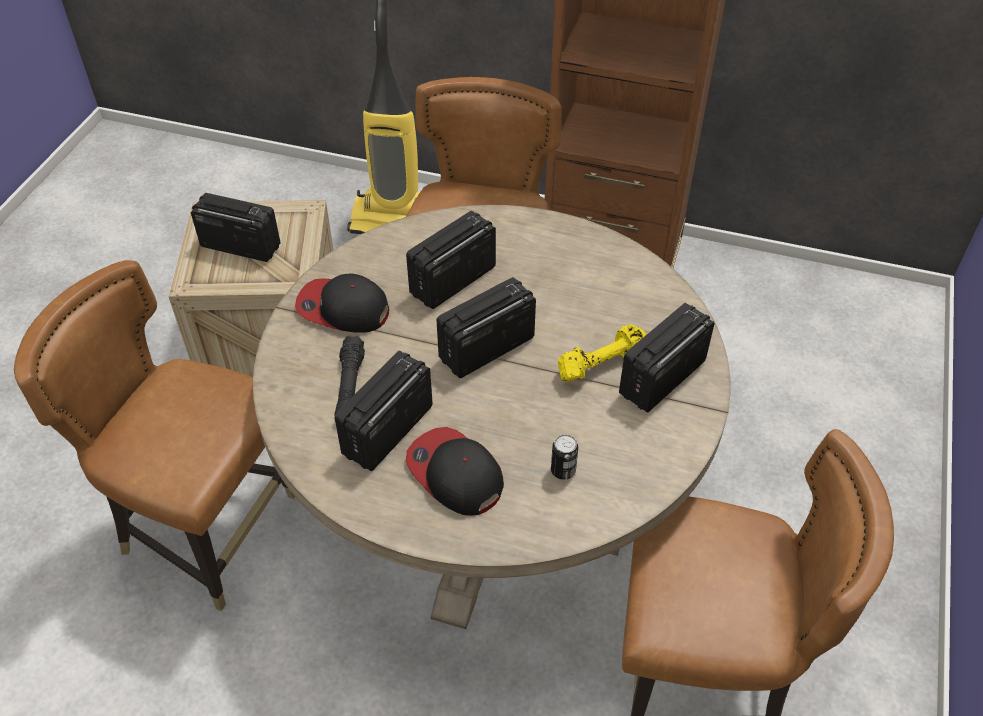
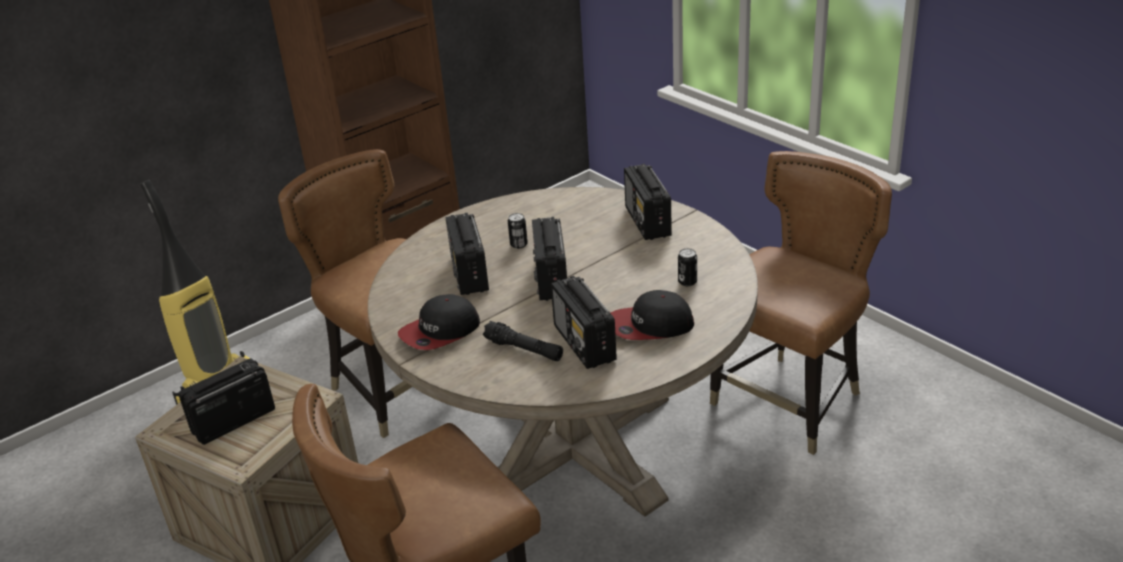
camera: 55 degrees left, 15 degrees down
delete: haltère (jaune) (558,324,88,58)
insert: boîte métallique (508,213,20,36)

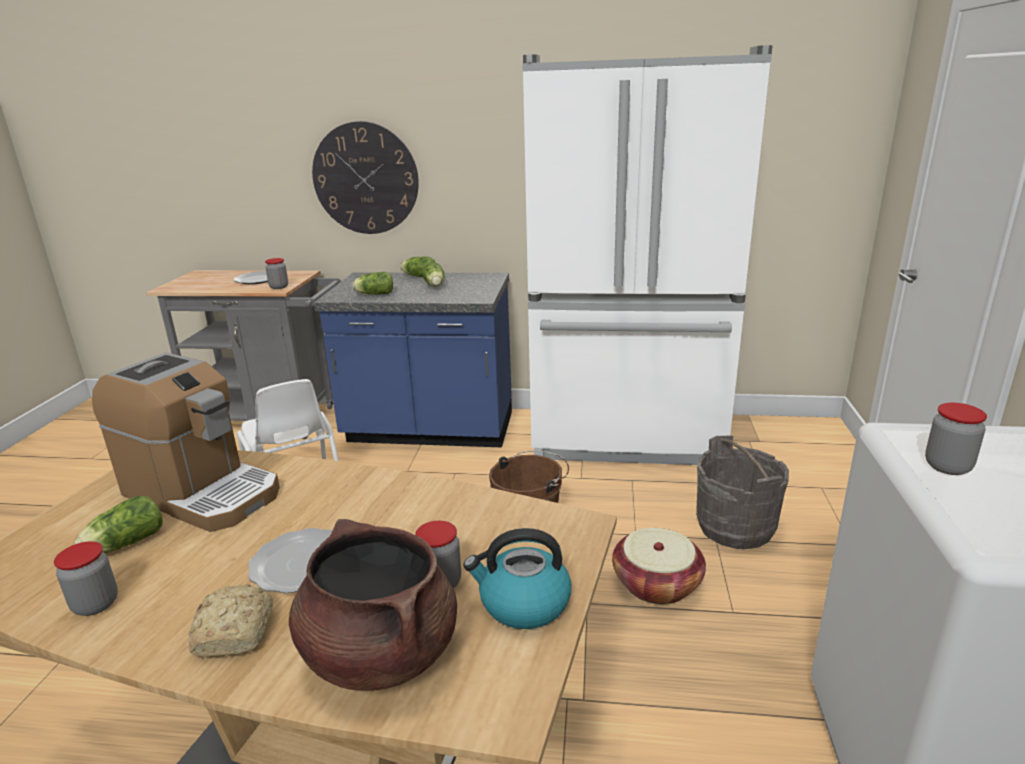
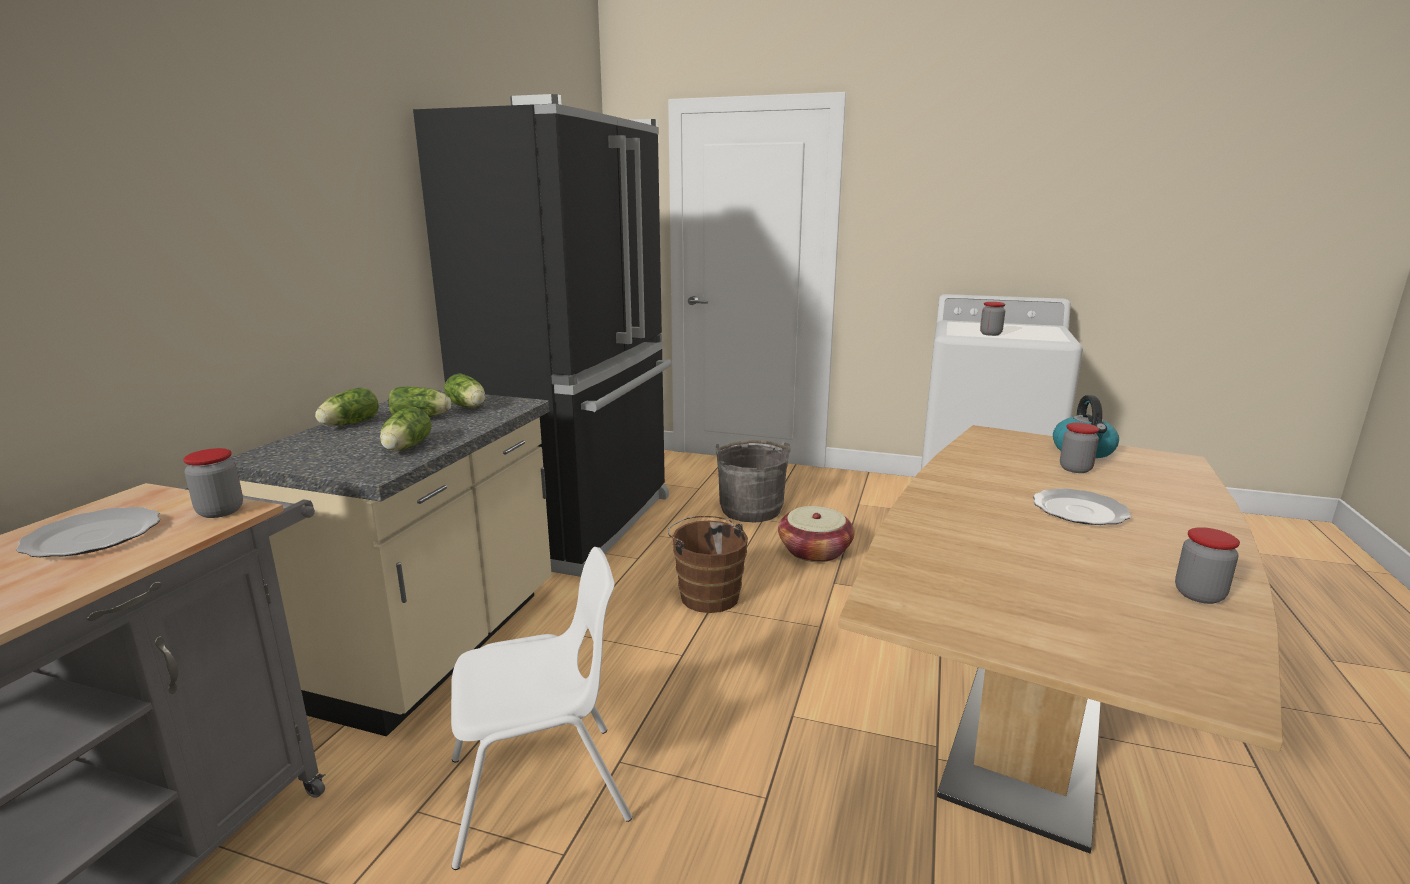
camera: 80 degrees left, 5 degrees down
delete: machine à café (92,352,188,180); pain (188,584,85,73); marmite (marron) (289,519,168,172); horloge murale (312,121,107,113)
move: laitue (75,496,88,57) to (444,373,41,34)
recolor: comptoir de cuisine (bleu) (314,273,198,174) to comptoir de cuisine (beige) (230,390,322,347); réfrigérateur (blanc) (522,45,251,420) to réfrigérateur (noir) (413,94,259,483)

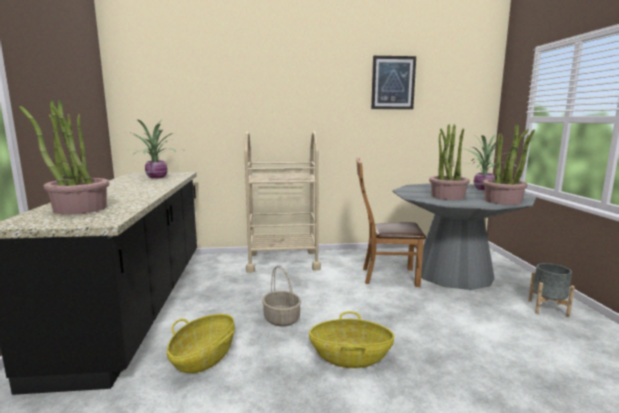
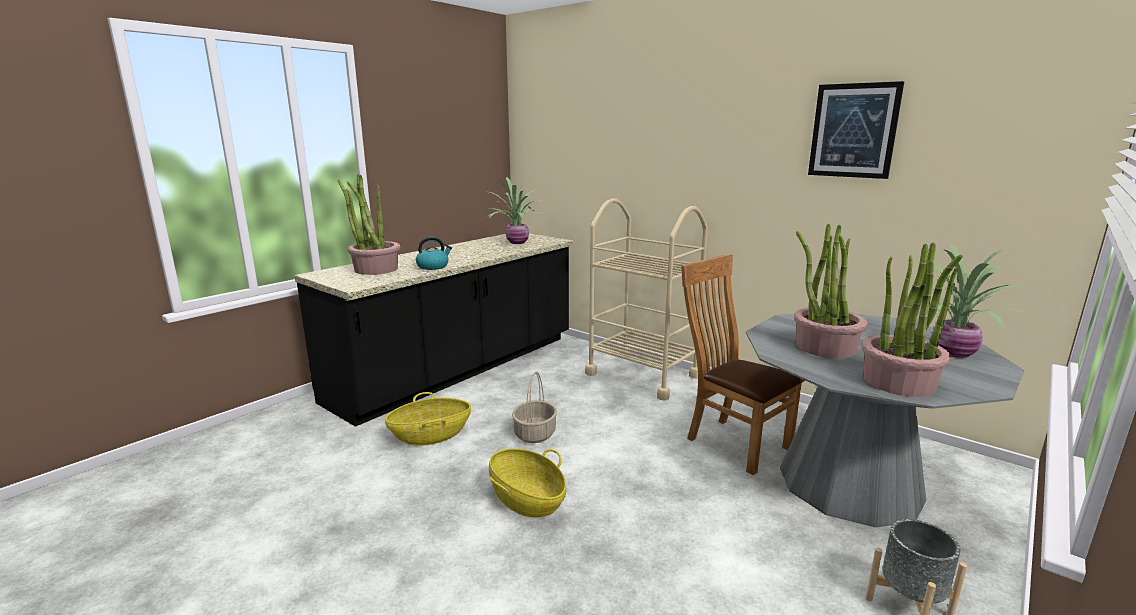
camera: 45 degrees right, 5 degrees up
insert: bouilloire (416,237,36,33)

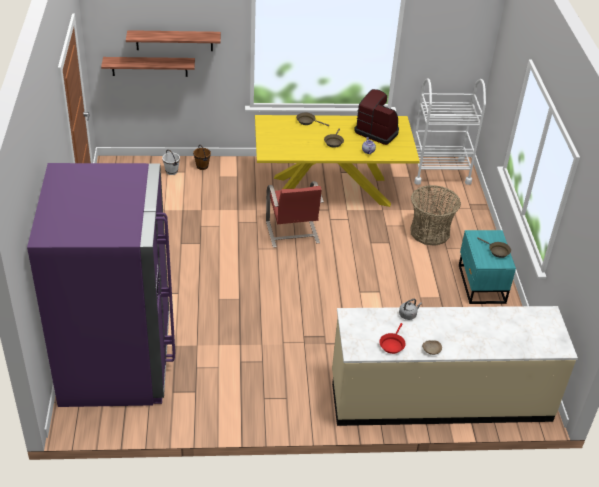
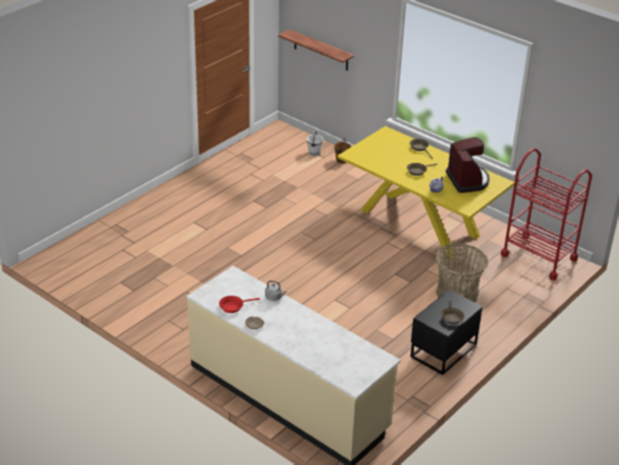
camera: 45 degrees right, 5 degrees down
delete: réfrigérateur (violet) (27,163,148,244); étagère (126,30,95,21); chaise (rouge) (266,181,58,67)
recolor: table de chevet (turquoise) (459,230,57,74) to table de chevet (noir) (410,289,72,86); chariot (blanc) (414,78,72,107) to chariot (rouge) (501,148,91,132)

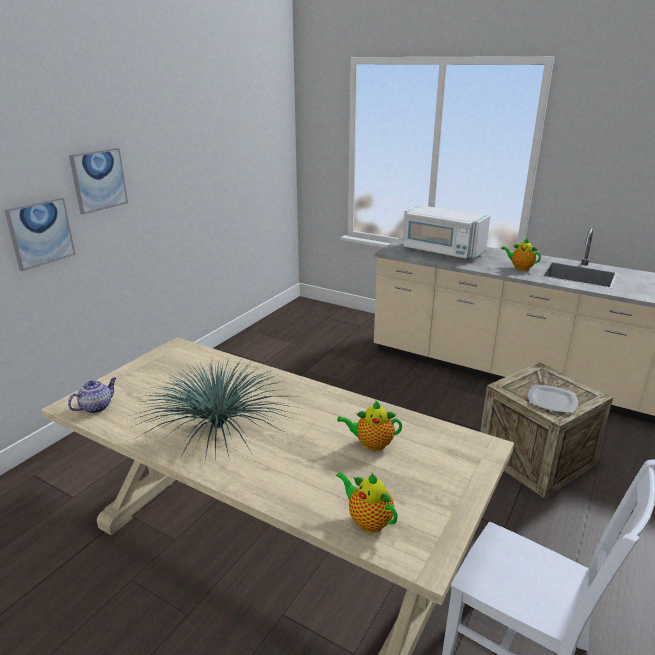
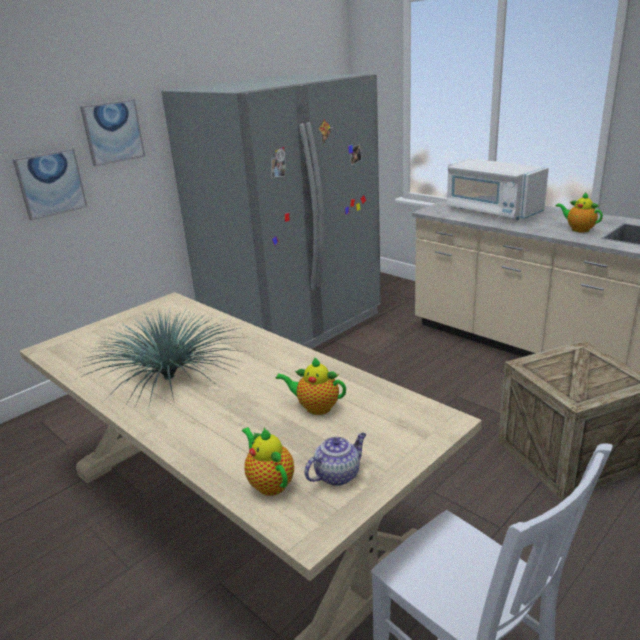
camera: 15 degrees right, 0 degrees up
delete: assiette (528,385,50,28)
insert: réfrigérateur (gris) (161,75,220,274)
move: théière (68,378,49,35) to (304,433,62,53)

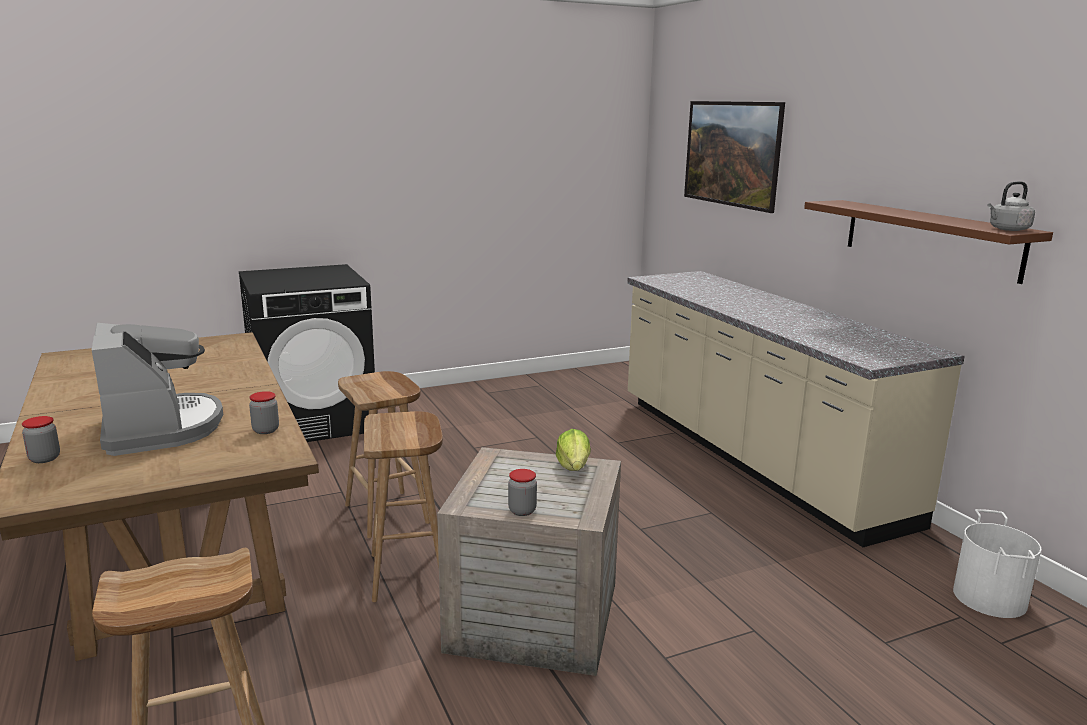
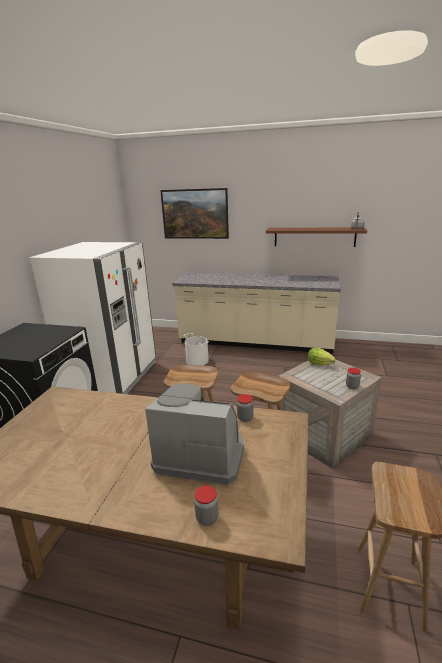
camera: 50 degrees left, 5 degrees up
insert: réfrigérateur (blanc) (30,242,126,152)
move: seau (blanc) (953,509,88,109) to (183,333,26,32)

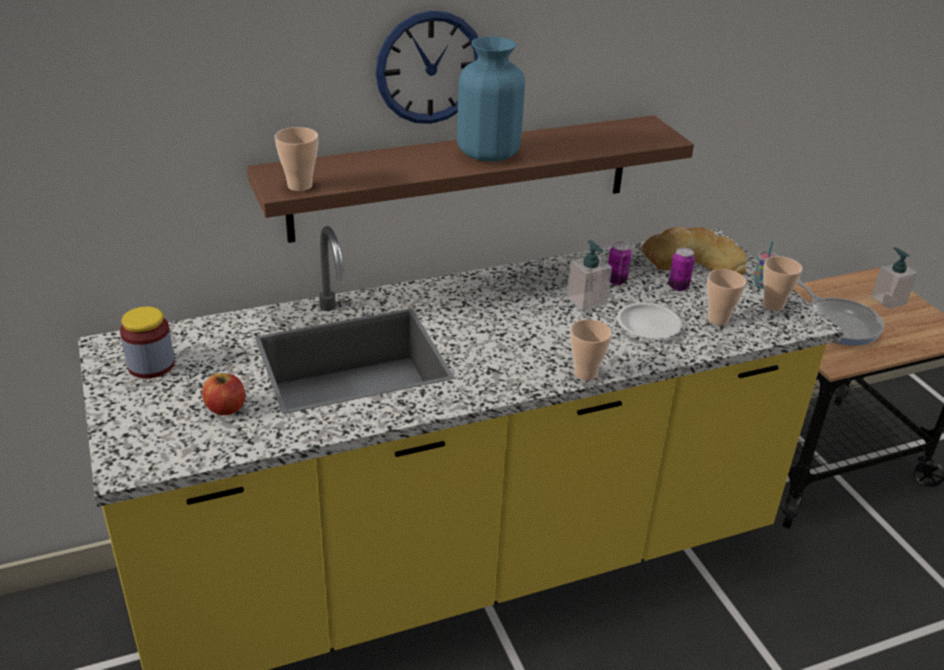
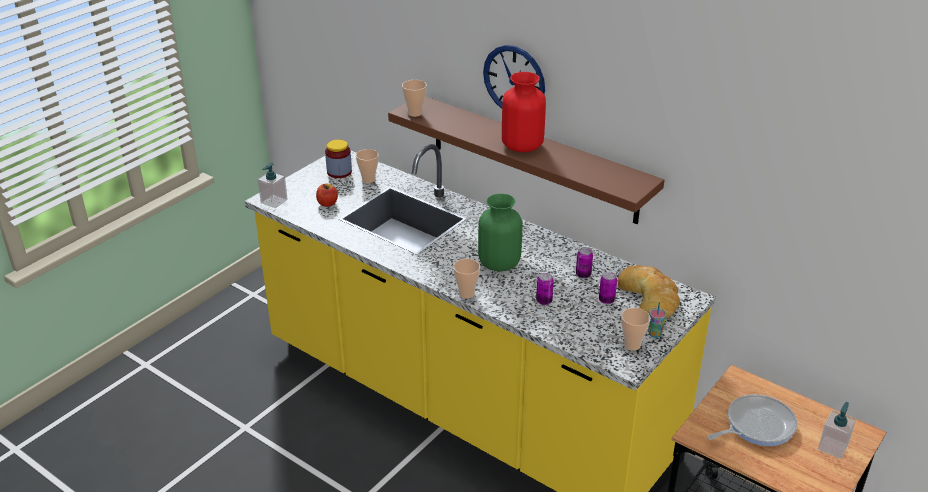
camera: 60 degrees right, 0 degrees up
insert: vase (vert) (478,193,44,79)
move: distributeur de savon (566,240,46,72) to (258,163,30,45); tasse (707,269,39,56) to (356,149,23,34)
replace: assiette (blanc) (617,303,65,36) to boîte métallique (536,273,18,32)
recolor: vase (bleu) (457,36,68,126) to vase (rouge) (502,72,44,80)
rotate: poêle (797,280,87,66) = (707,394,90,52) 150 degrees counterclockwise

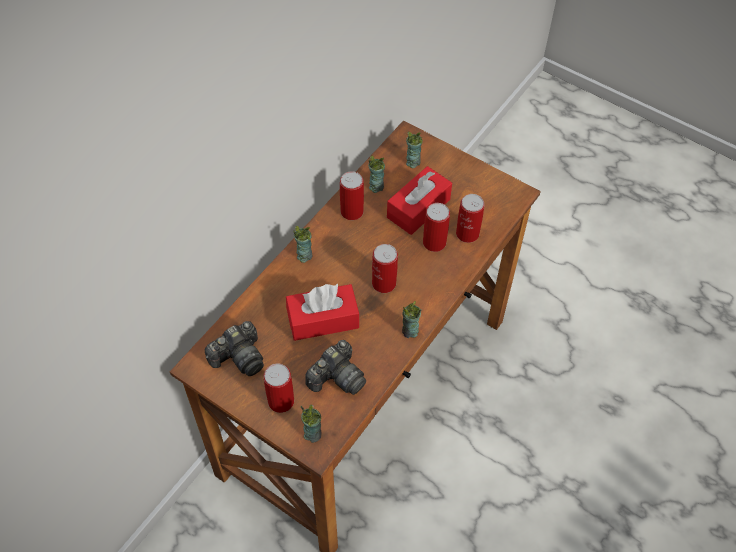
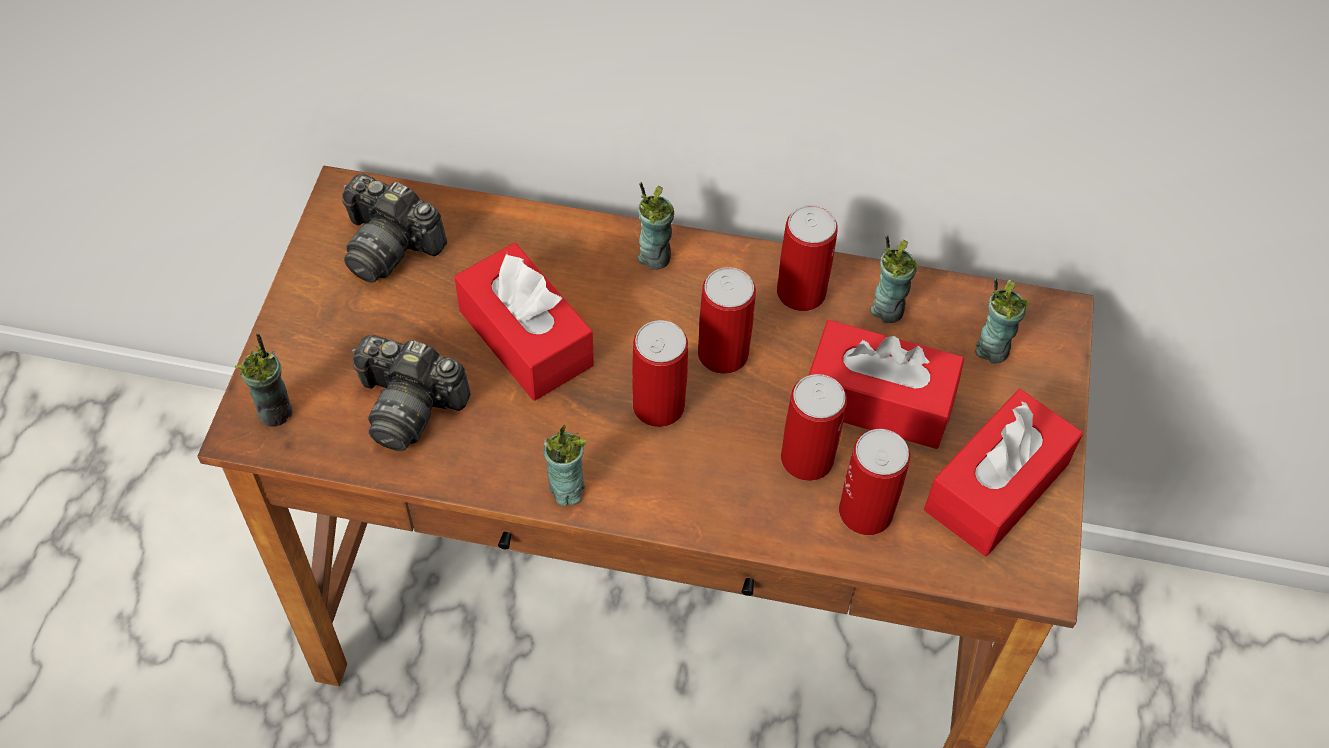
camera: 65 degrees right, 0 degrees up
insert: boîte à mouchoirs (rouge) (924,389,159,167)
move: boîte métallique (264,363,30,50) to (698,267,58,107)

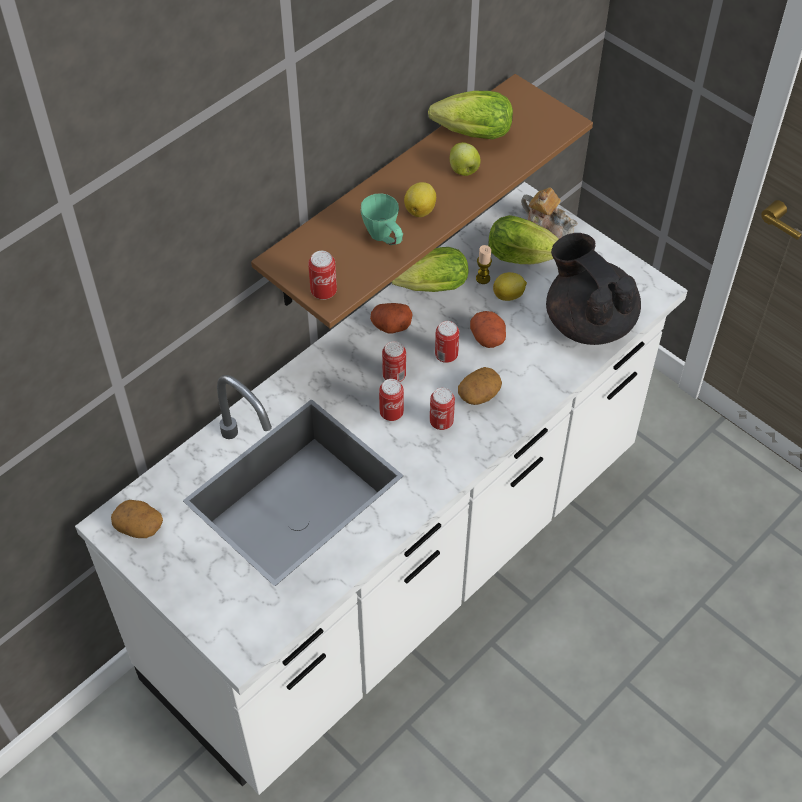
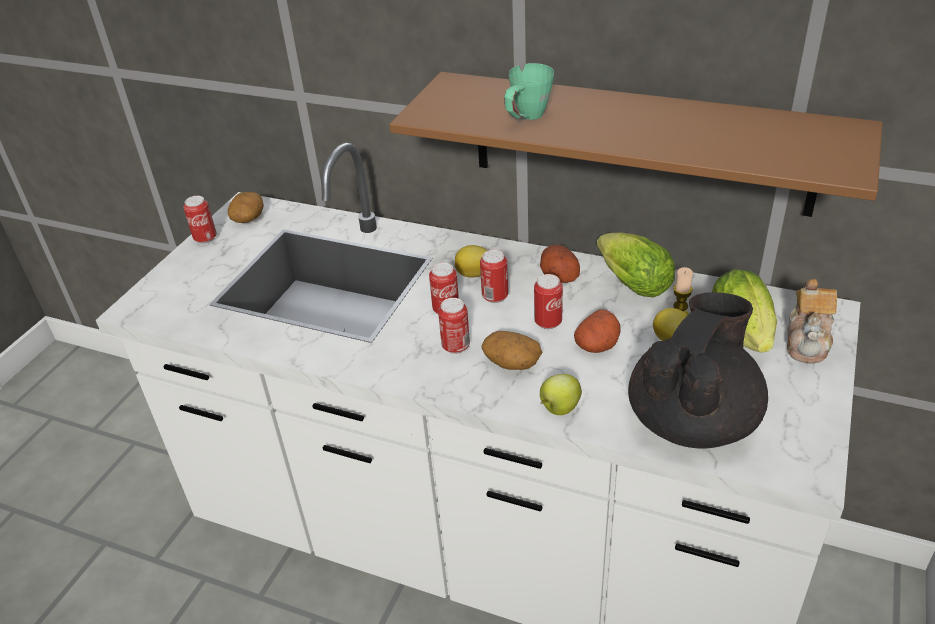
camera: 70 degrees right, 15 degrees down
delete: laitue (428,91,85,48)
move: boîte métallique (308,251,29,49) to (184,196,33,48); citron (404,182,32,35) to (455,245,33,33); pomme (450,142,31,34) to (540,374,42,41)

